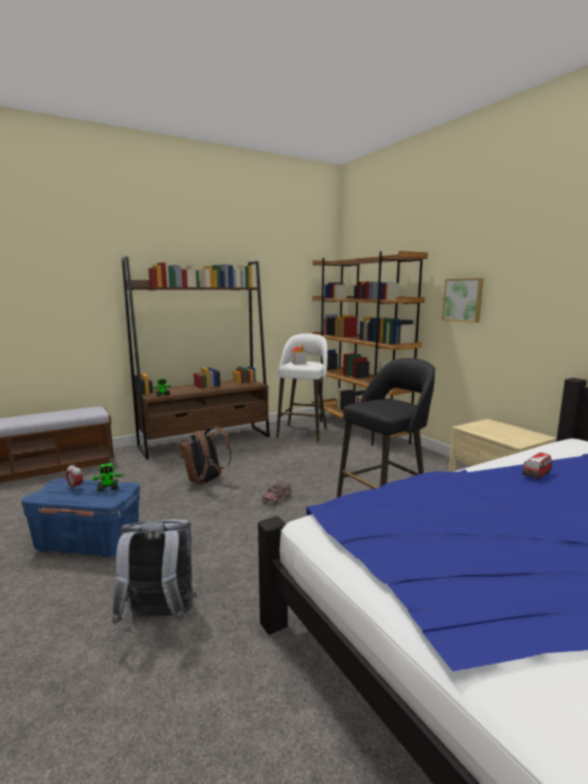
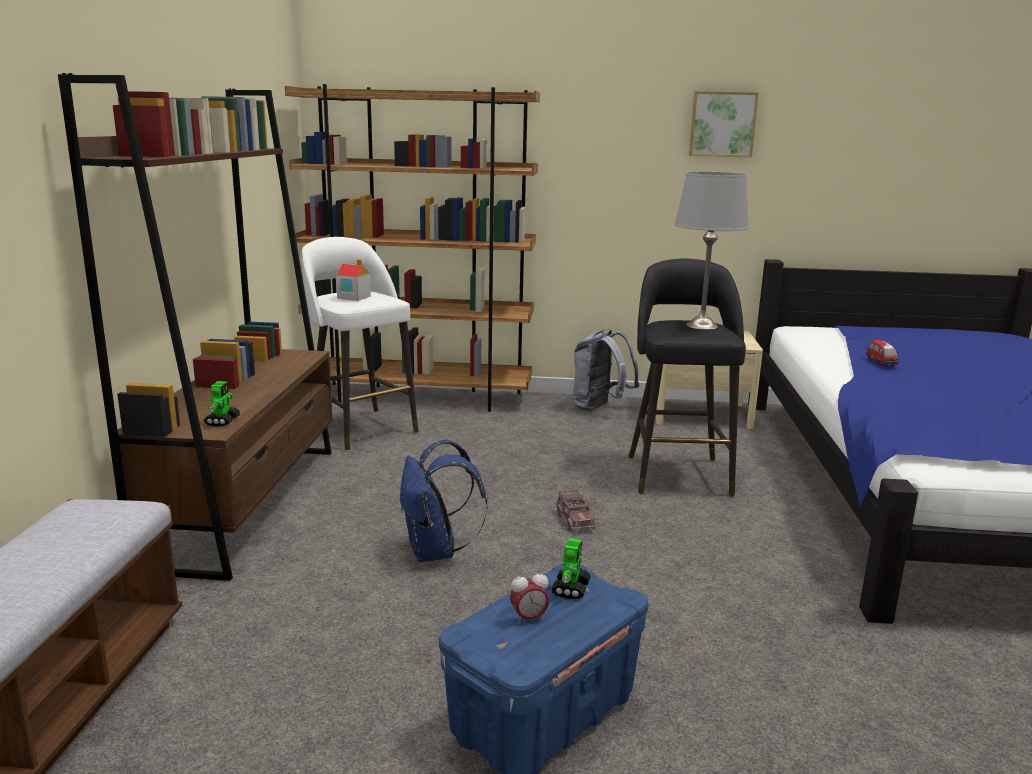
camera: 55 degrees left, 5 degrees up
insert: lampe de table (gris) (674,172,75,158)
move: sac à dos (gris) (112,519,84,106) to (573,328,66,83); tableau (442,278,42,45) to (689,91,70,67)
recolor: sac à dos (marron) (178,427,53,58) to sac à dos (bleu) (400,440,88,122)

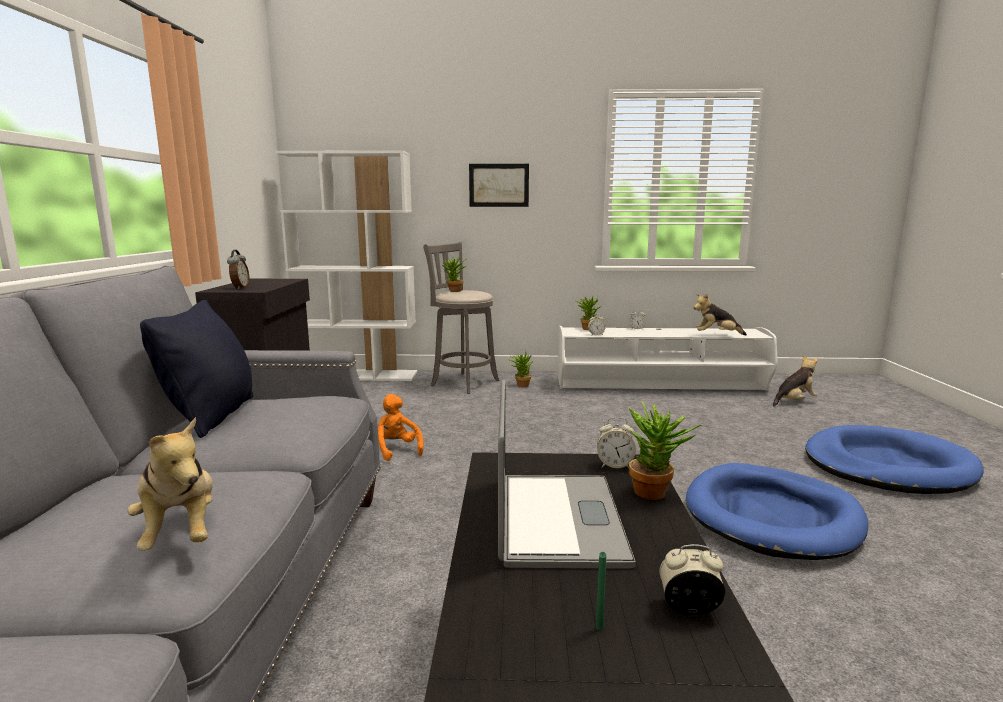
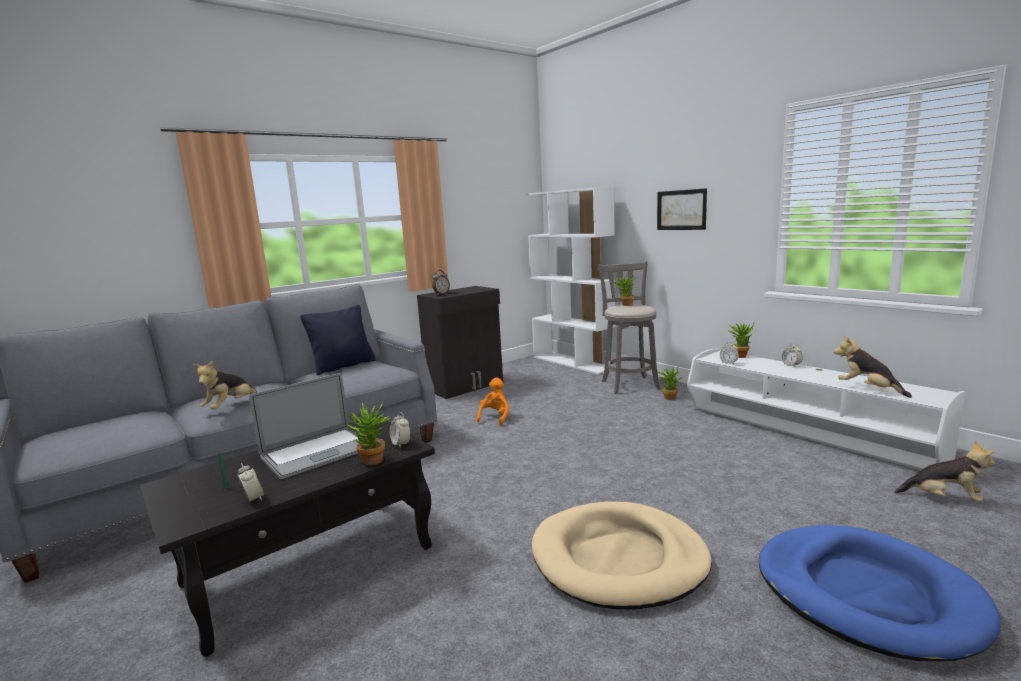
camera: 50 degrees right, 0 degrees up
recolor: panier pour chien (bleu) (686,463,182,97) to panier pour chien (beige) (532,501,180,108)

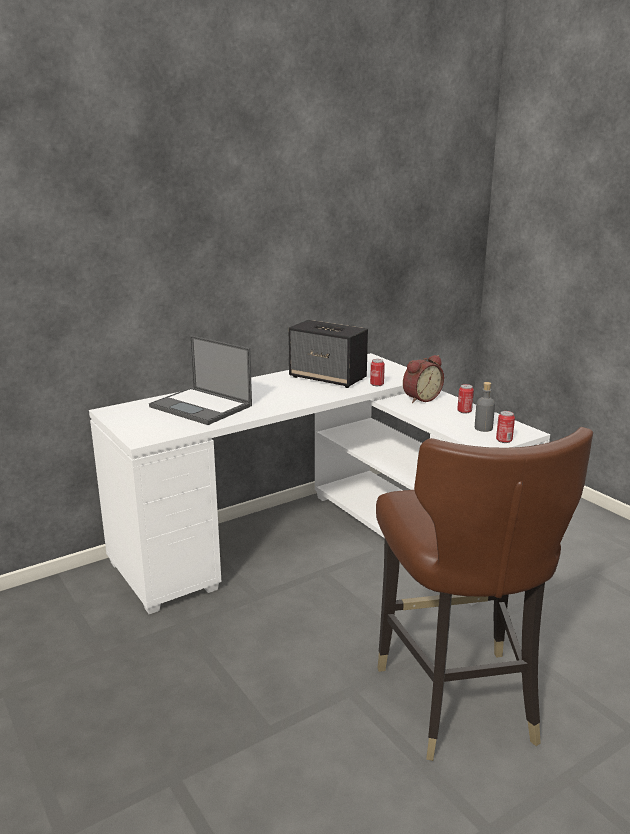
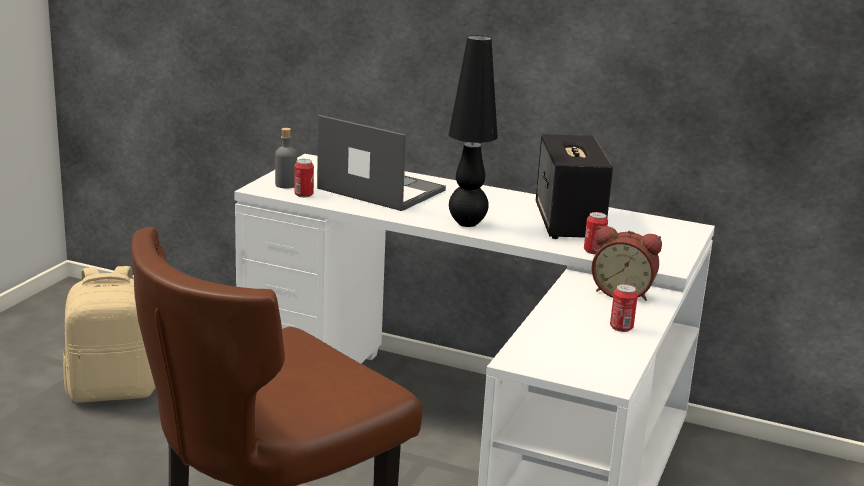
camera: 55 degrees right, 0 degrees up
insert: sac à dos (beige) (63,266,93,136); lampe de table (noir) (448,35,50,192)
move: bouteille (gris) (475,382,20,50) to (275,128,22,60); boîte métallique (496,411,19,32) to (294,159,20,38)
rotate: ordinateur portable (149,335,103,90) = (317,115,129,96) 120 degrees clockwise

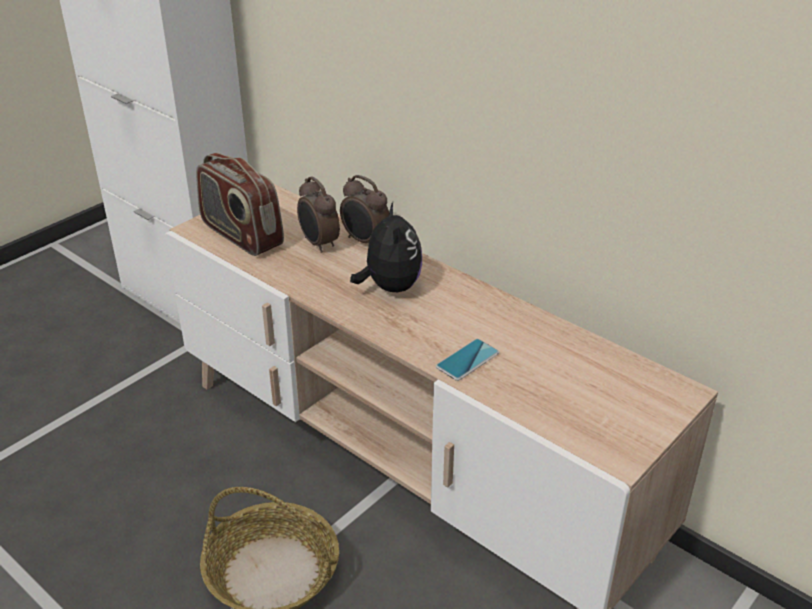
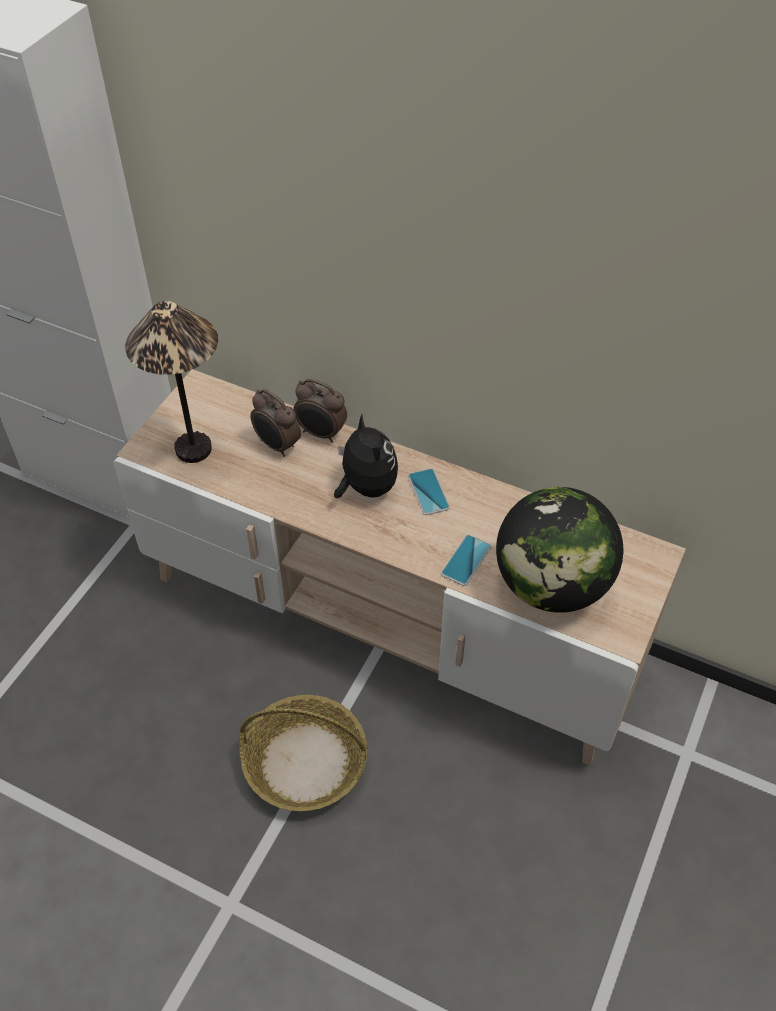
camera: 15 degrees left, 15 degrees up
insert: téléphone (408,469,42,46); globe (496,487,127,126)
replace: radio (196,153,88,103) to lampe de table (125,301,93,162)

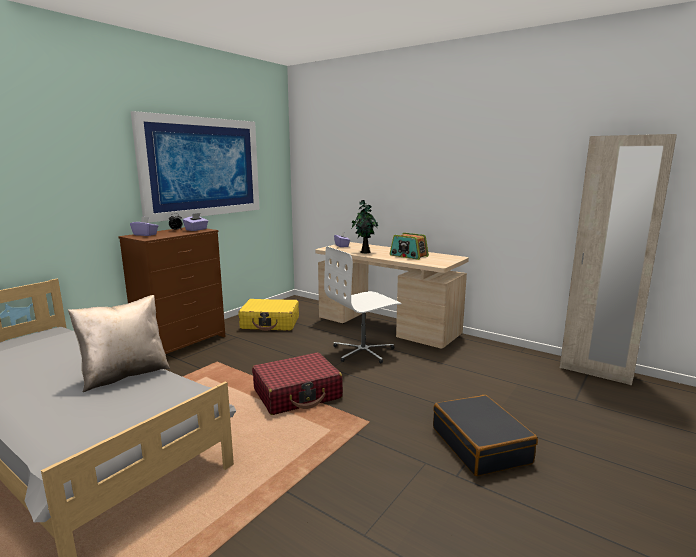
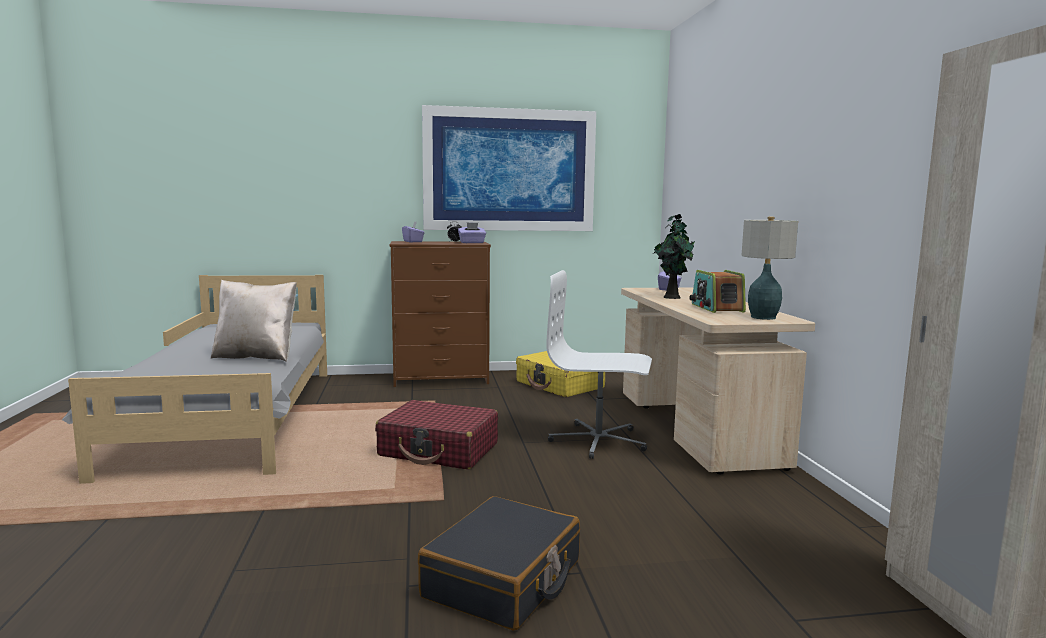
camera: 45 degrees right, 5 degrees down
insert: lampe de table (742,217,56,103)

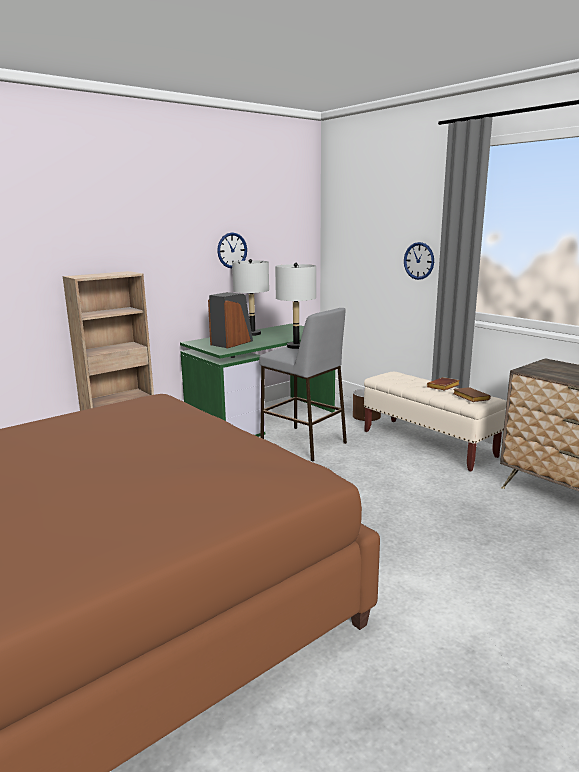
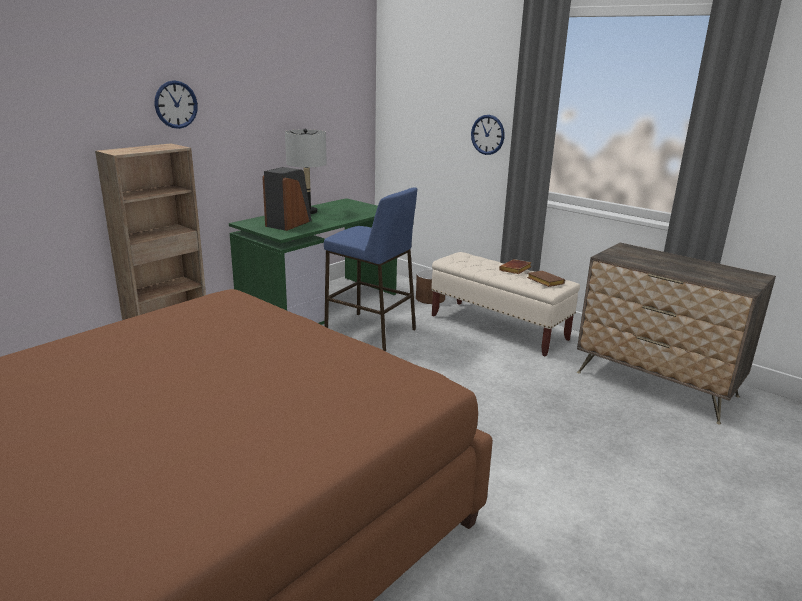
camera: 10 degrees left, 5 degrees up
delete: lampe de table (gris) (275,263,41,86)
move: horloge murale (217,232,30,36) to (155,80,43,49)
recolor: tabouret (gris) (259,308,88,153) to tabouret (bleu) (324,187,93,164)

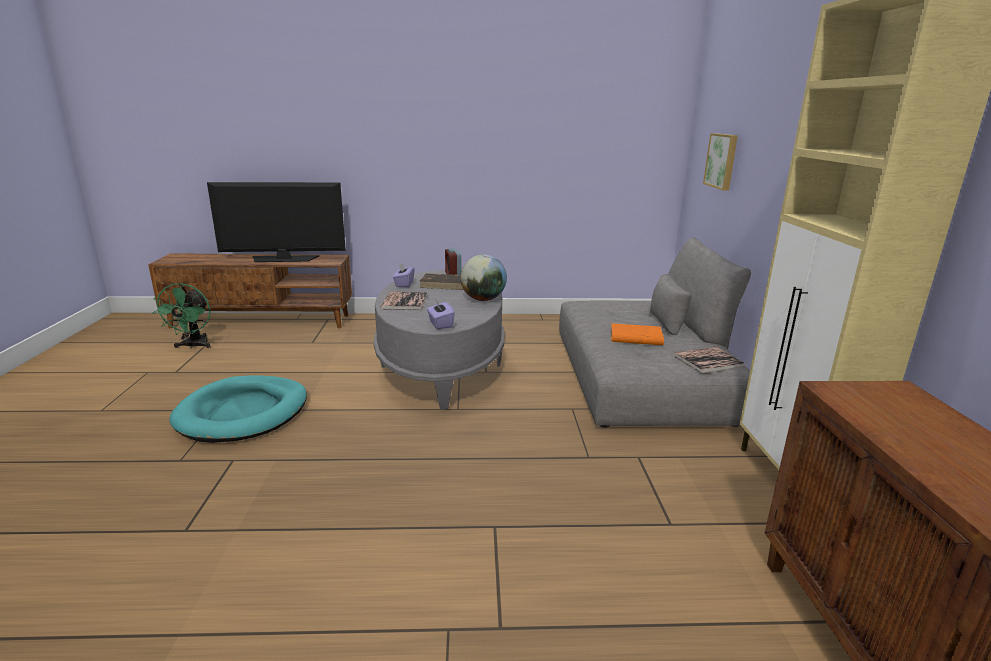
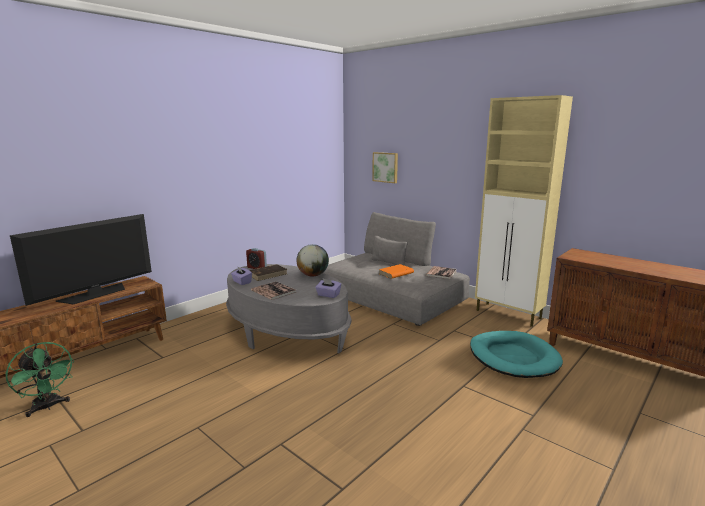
camera: 45 degrees left, 5 degrees down
move: panier pour chien (turquoise) (169,375,138,68) to (470,331,93,47)

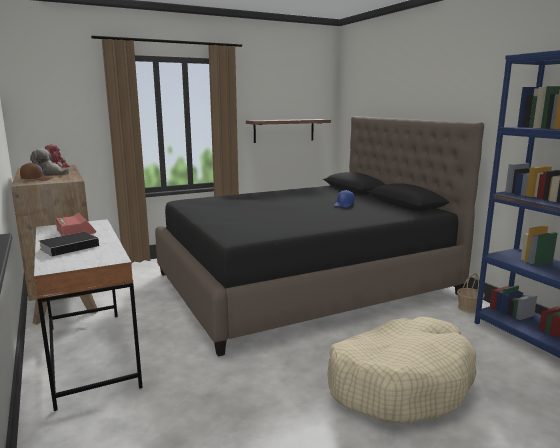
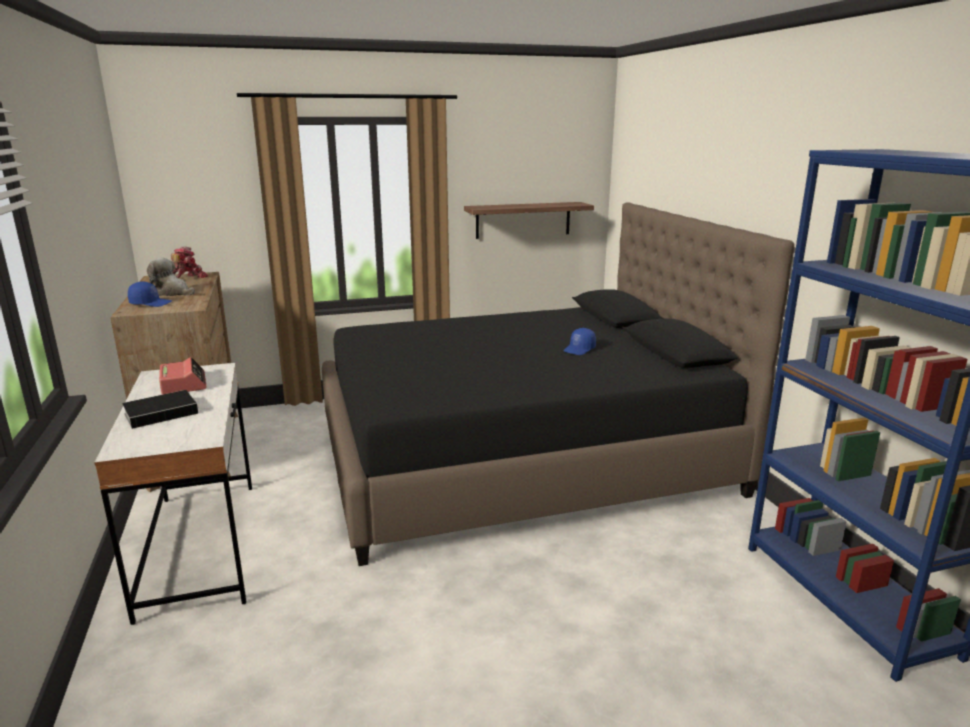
camera: 10 degrees right, 5 degrees up
delete: panier pour chien (beige) (327,317,150,107); panier (457,273,28,40)
recolor: casquette (marron) (20,163,34,18) to casquette (bleu) (128,281,44,26)

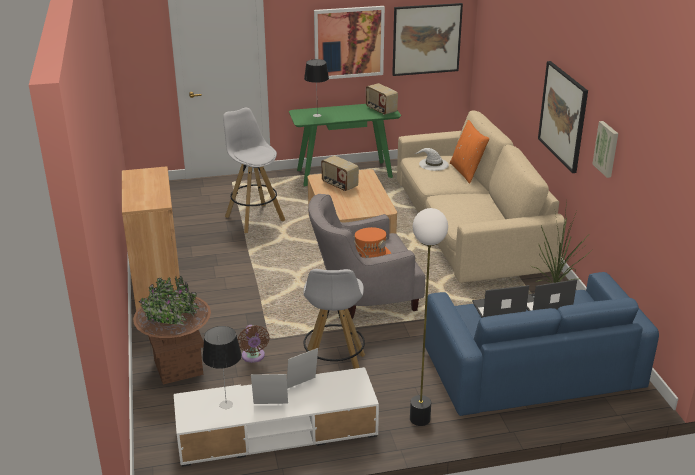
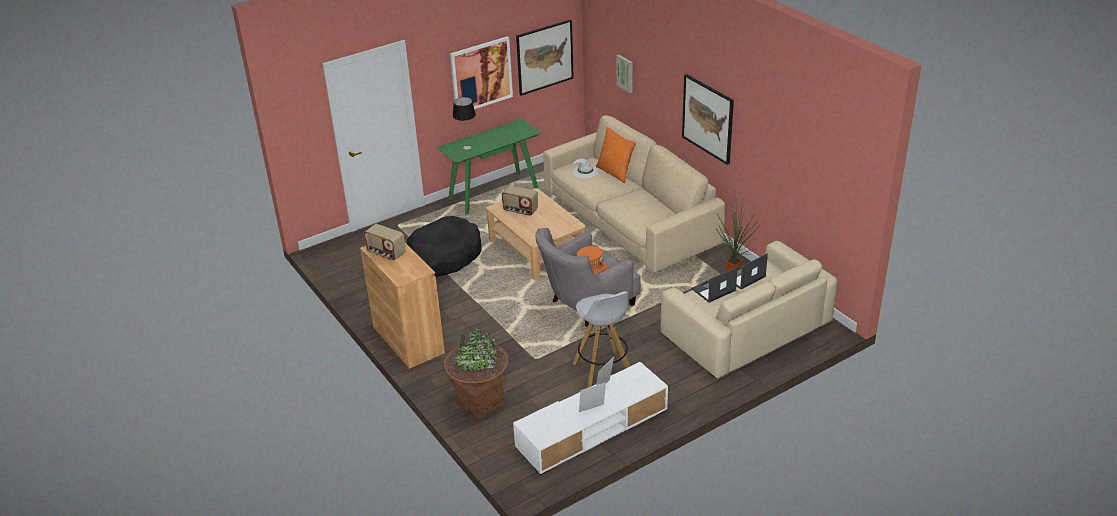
camera: 20 degrees left, 5 degrees up
delete: lampe de table (202,326,40,83); ventilateur (marron) (238,325,32,38); lampadaire (410,208,38,218)
move: radio (366,83,32,32) to (364,224,42,36); tableau (592,121,26,57) to (617,55,16,38)
replace: tabouret (blanc) (223,107,62,126) to panier pour chien (noir) (407,216,75,60)
recolor: canapé (bleu) (425,272,234,144) to canapé (beige) (660,241,177,138)

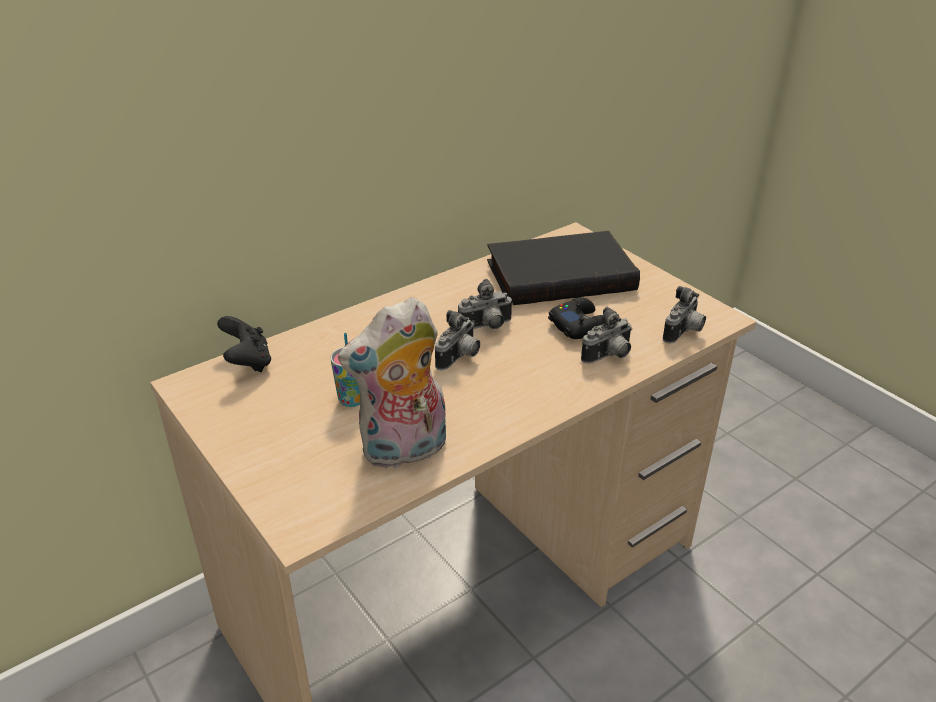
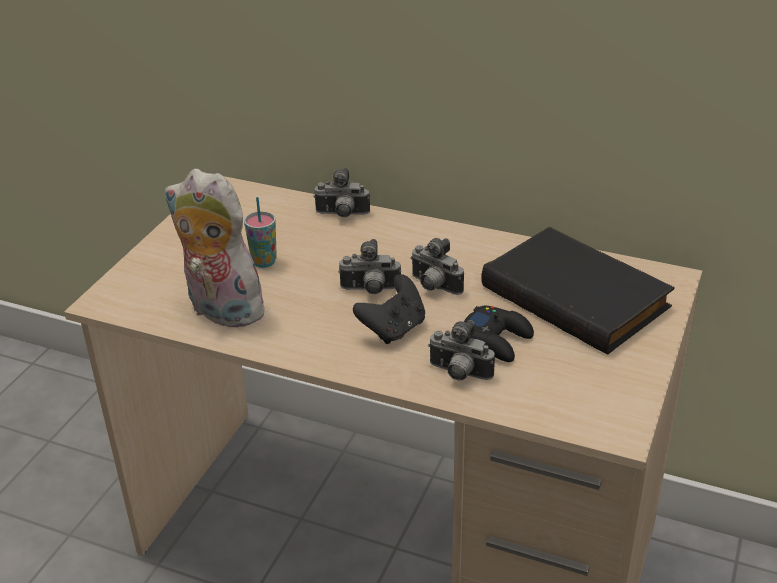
camera: 60 degrees right, 0 degrees up
move: appareil photo (663,286,43,57) to (313,168,57,49); manette (noir) (217,316,54,56) to (353,274,72,70)

